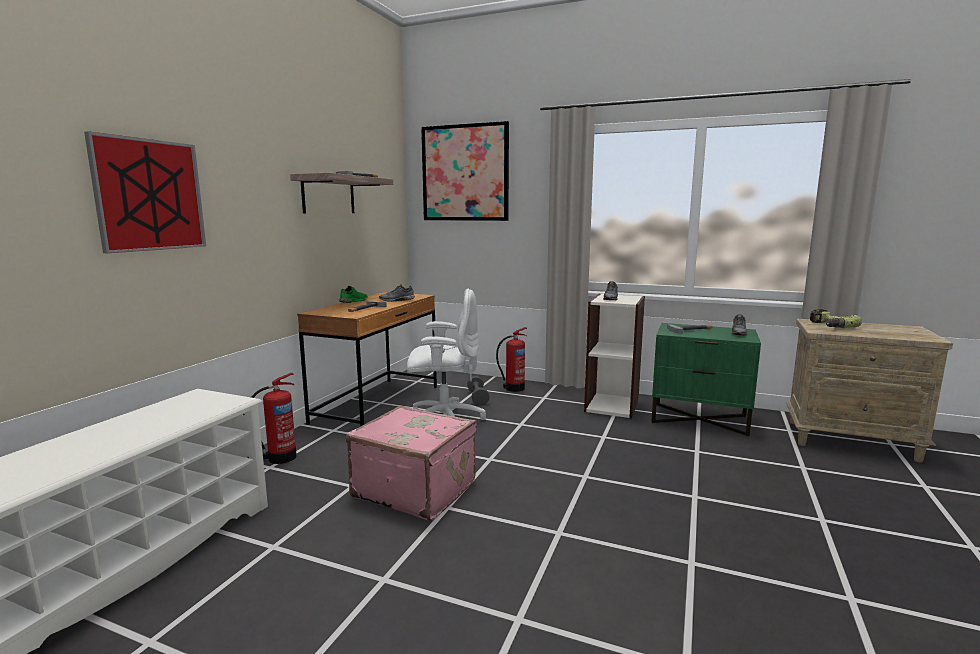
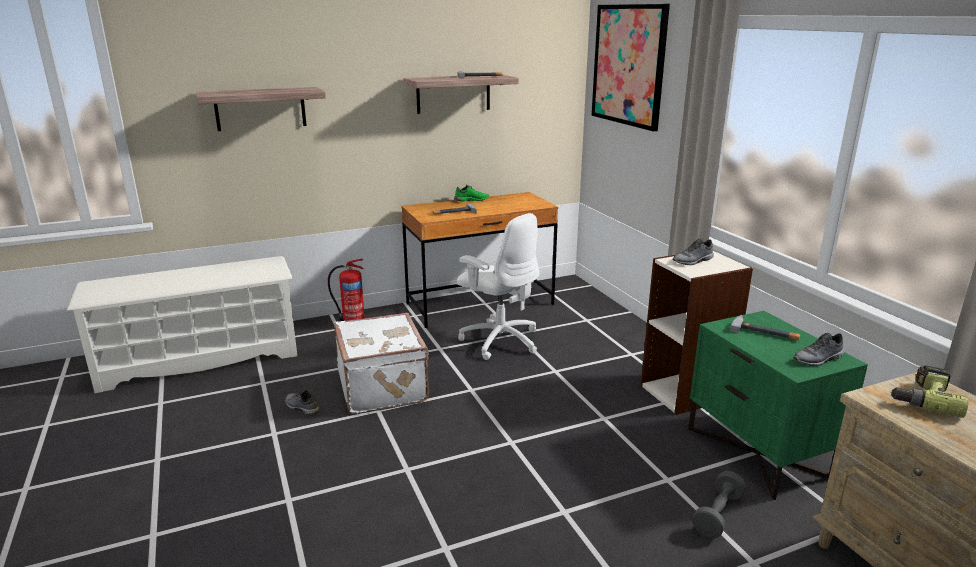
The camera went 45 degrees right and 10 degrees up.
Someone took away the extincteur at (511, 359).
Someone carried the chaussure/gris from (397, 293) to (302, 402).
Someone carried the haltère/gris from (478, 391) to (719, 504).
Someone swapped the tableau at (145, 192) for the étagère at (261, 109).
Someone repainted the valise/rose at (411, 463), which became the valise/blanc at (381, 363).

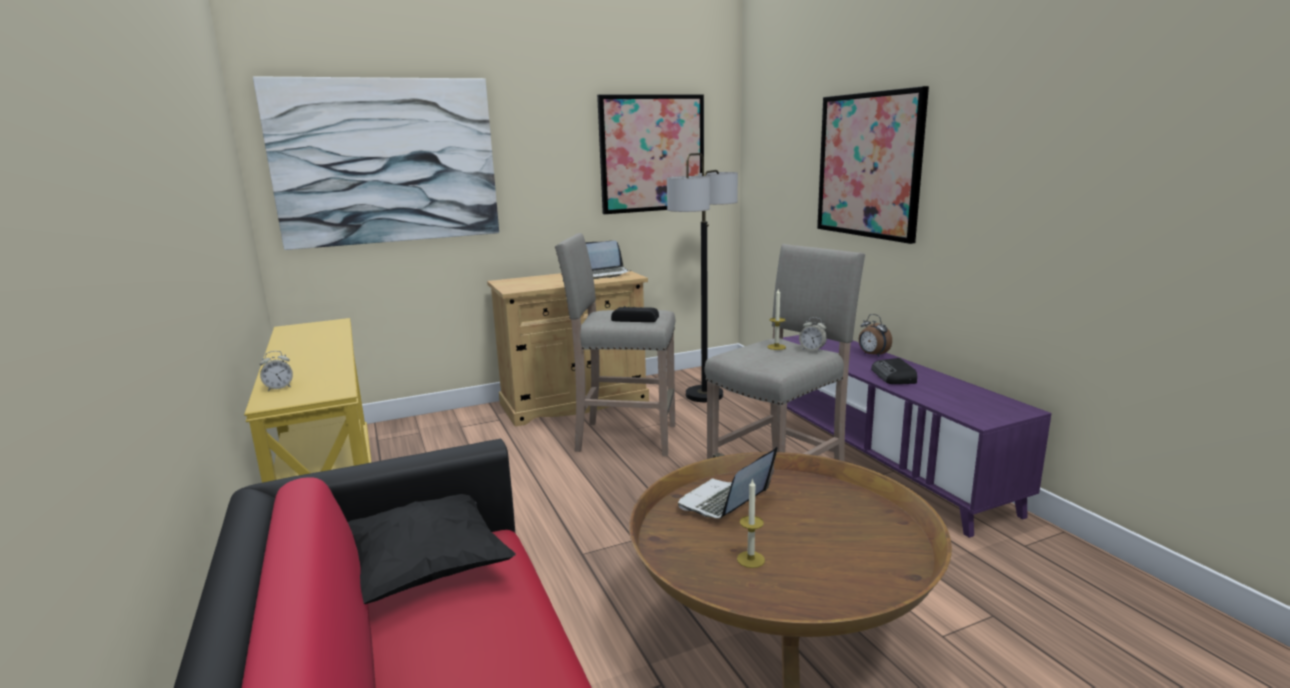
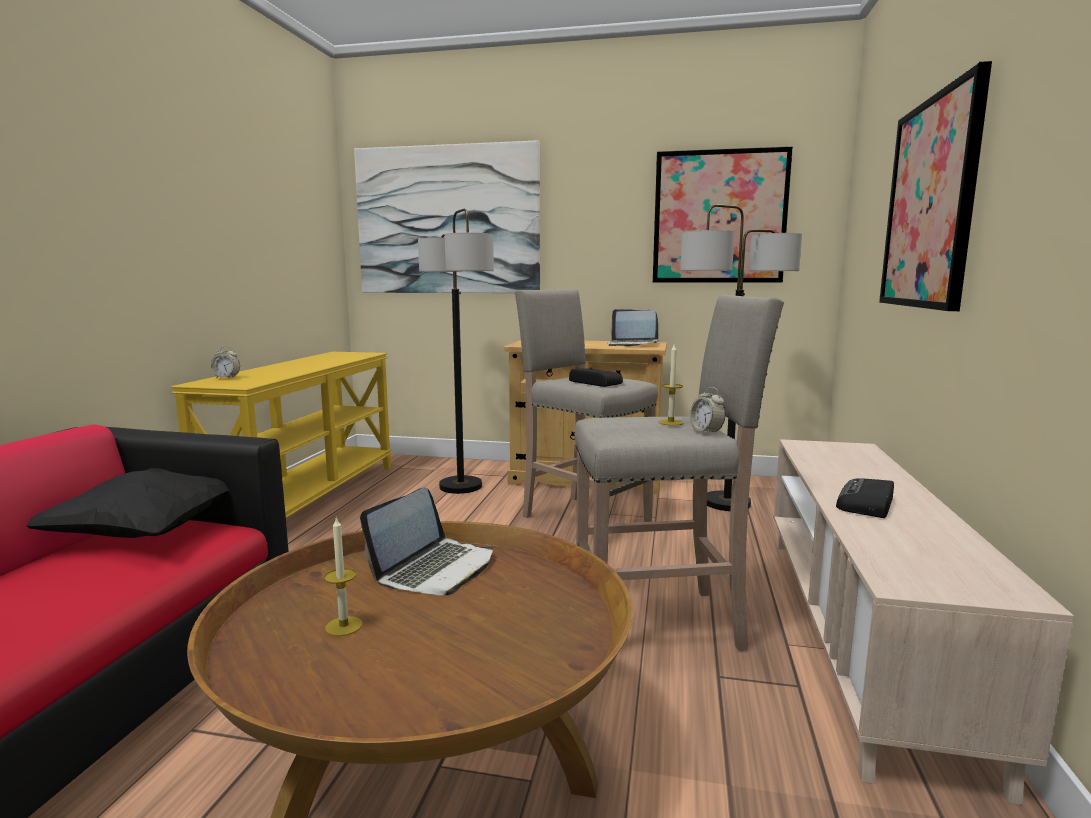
The camera went 35 degrees right and 5 degrees down.
Someone took away the réveil at (875, 335).
Someone put down the lampadaire at (456, 351).
Someone repainted the meuble télé/violet at (917, 436), which became the meuble télé/beige at (924, 622).
Someone rotated the ordinateur portable at (728, 483) by 135 degrees clockwise.

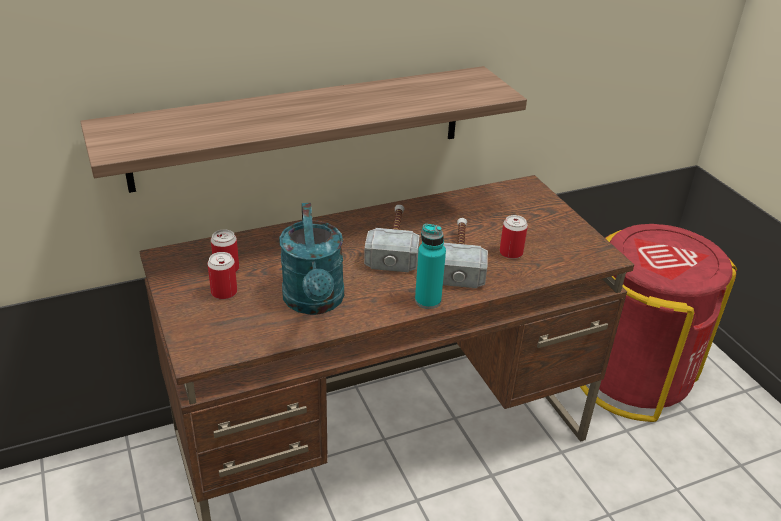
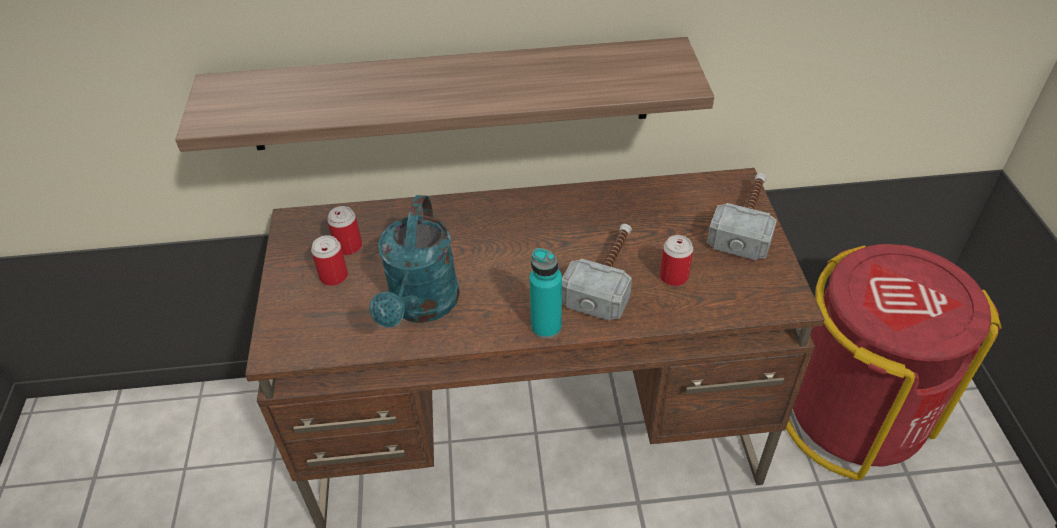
The camera went 20 degrees right and 10 degrees up.
Someone carried the marteau from (392, 238) to (742, 216).

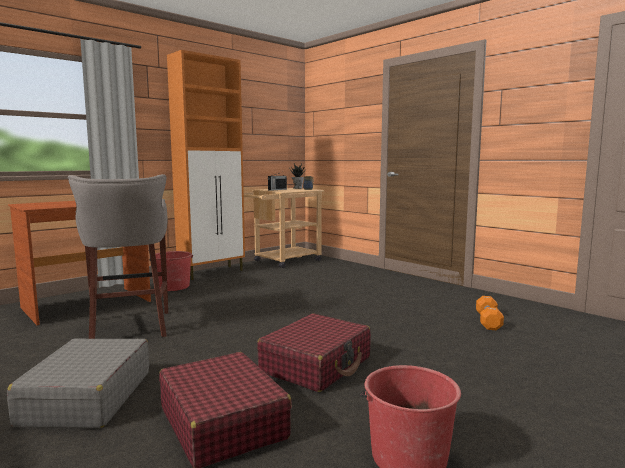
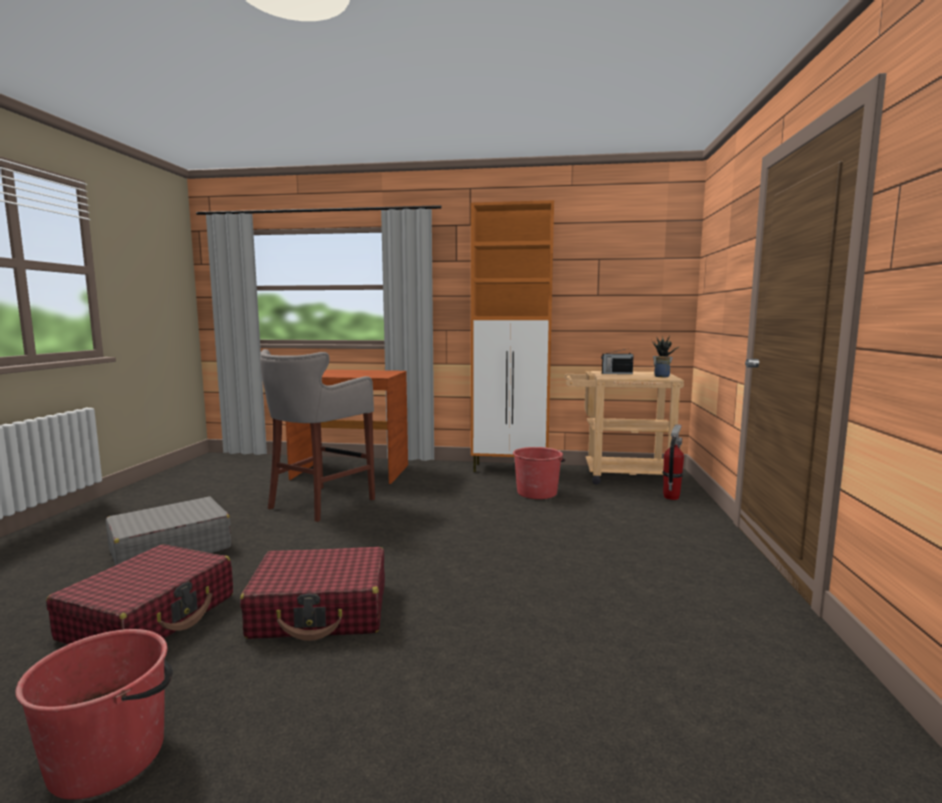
The camera went 50 degrees right and 0 degrees up.
Someone took away the haltère/orange at (490, 313).
Someone put down the extincteur at (673, 462).
Someone carried the seau/rouge from (171, 271) to (539, 473).

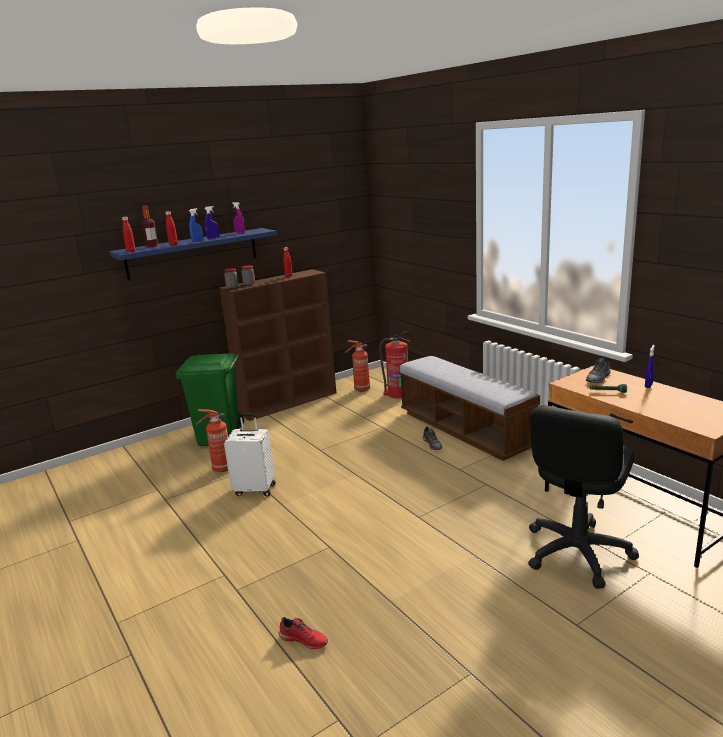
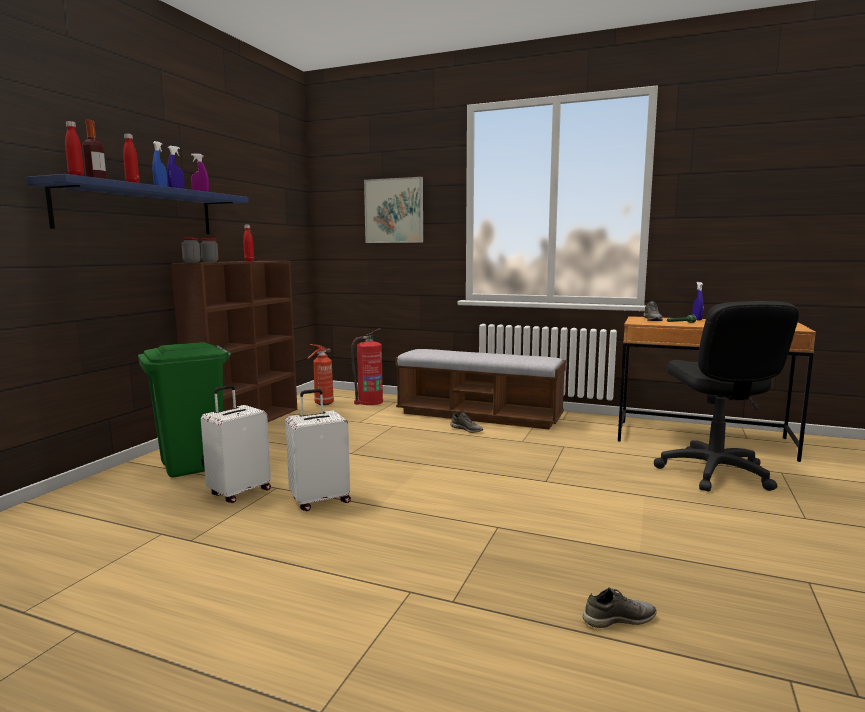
The camera went 35 degrees left and 10 degrees down.
Someone put up the tableau at (393, 210).
Someone swapped the extincteur at (211, 440) for the valise/blanc at (236, 444).
Someone repainted the chaussure/rouge at (303, 633), which became the chaussure/gris at (619, 607).

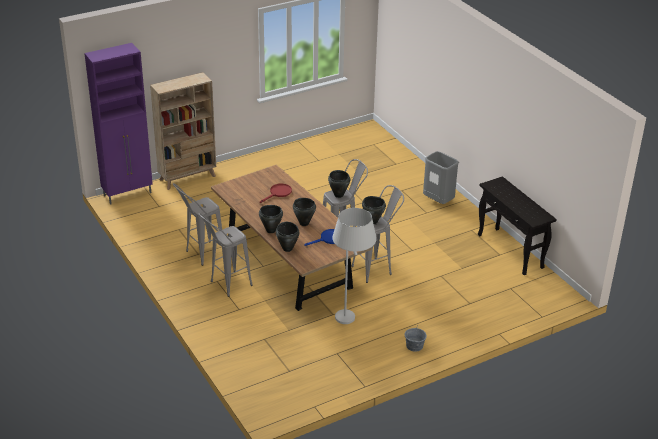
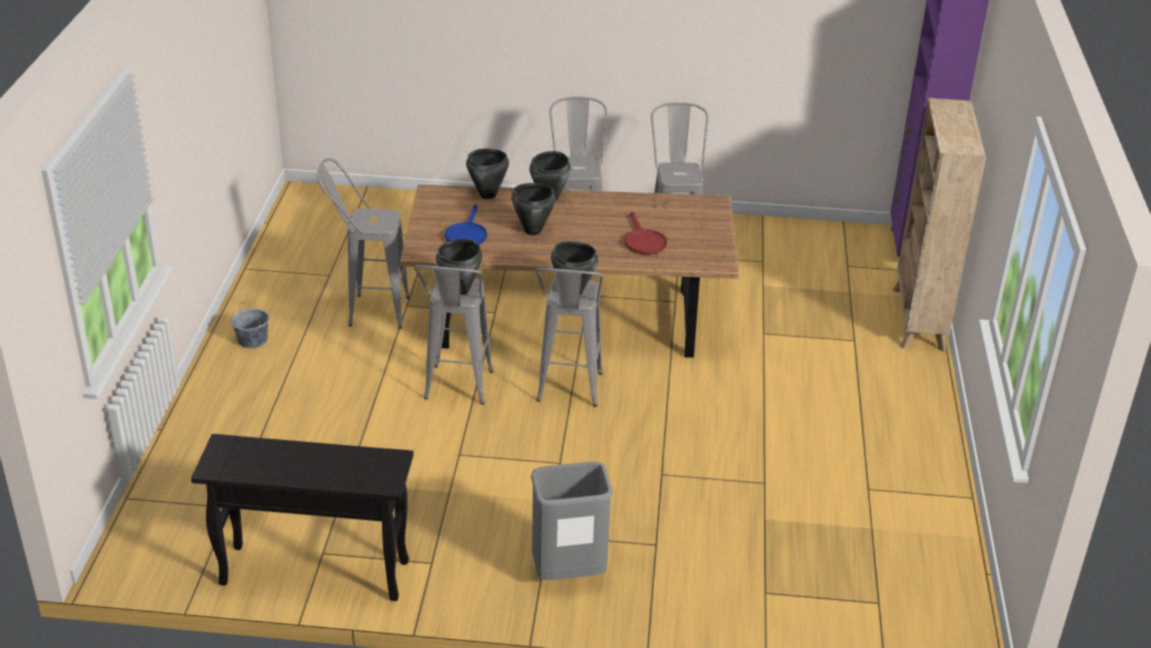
The camera went 125 degrees right and 0 degrees up.
Someone swapped the lampadaire/blanc at (355, 266) for the tabouret/gris at (363, 243).

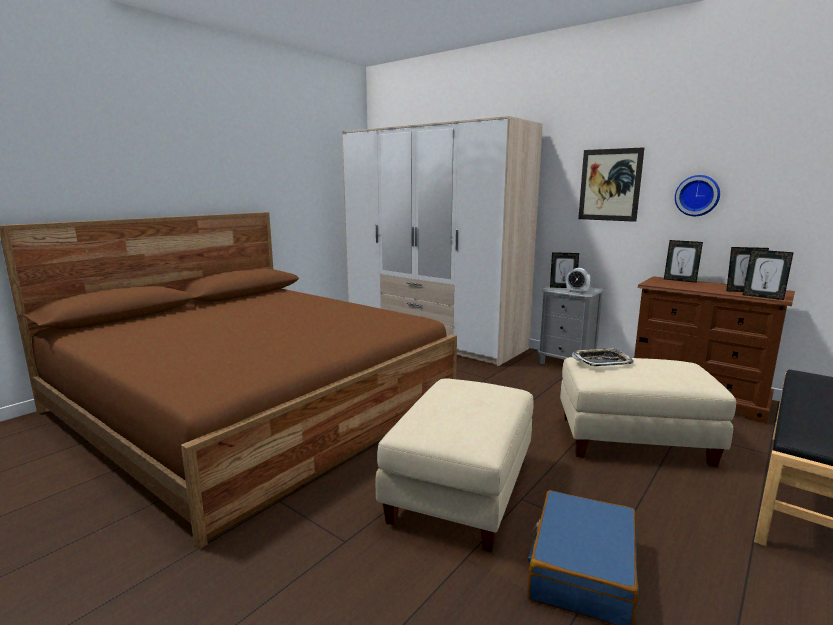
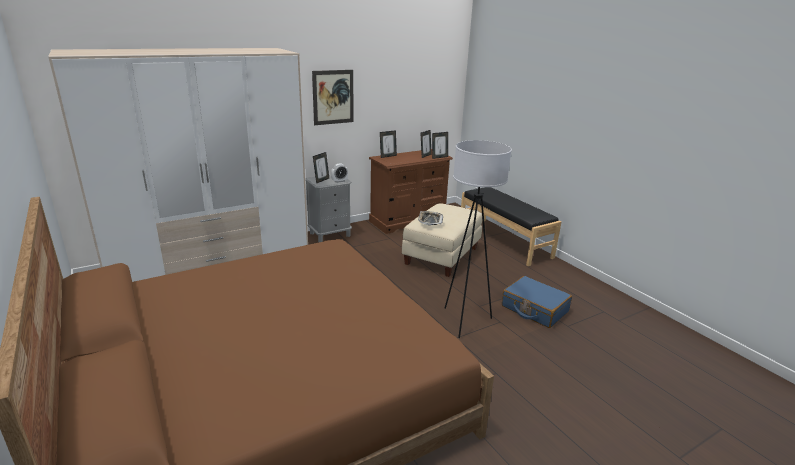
The camera went 70 degrees left and 10 degrees up.
Someone took away the horloge murale at (697, 195).
Someone swapped the pouf/beige at (455, 465) for the lampadaire/blanc at (478, 239).

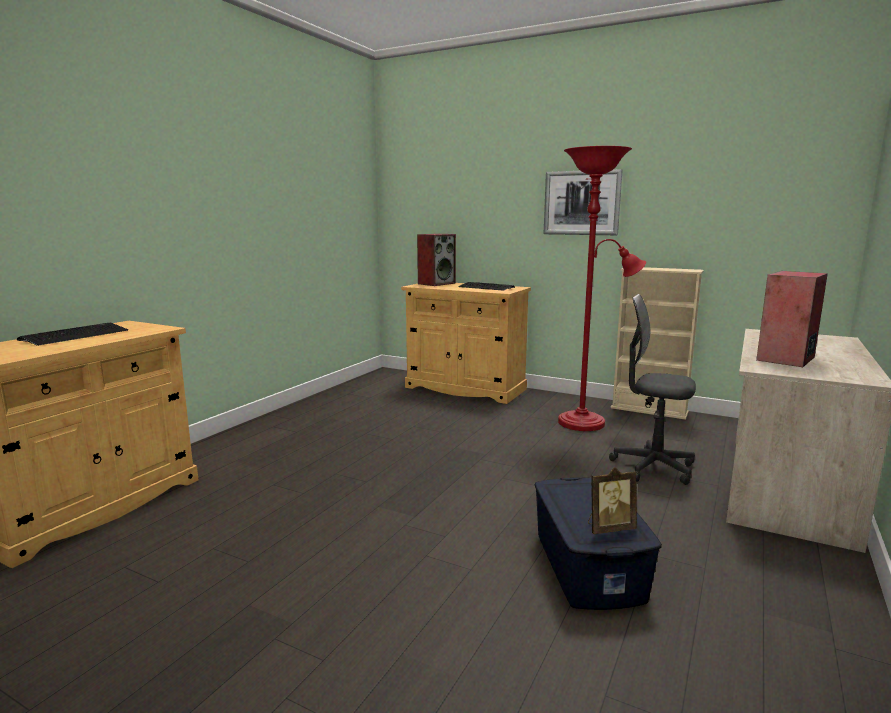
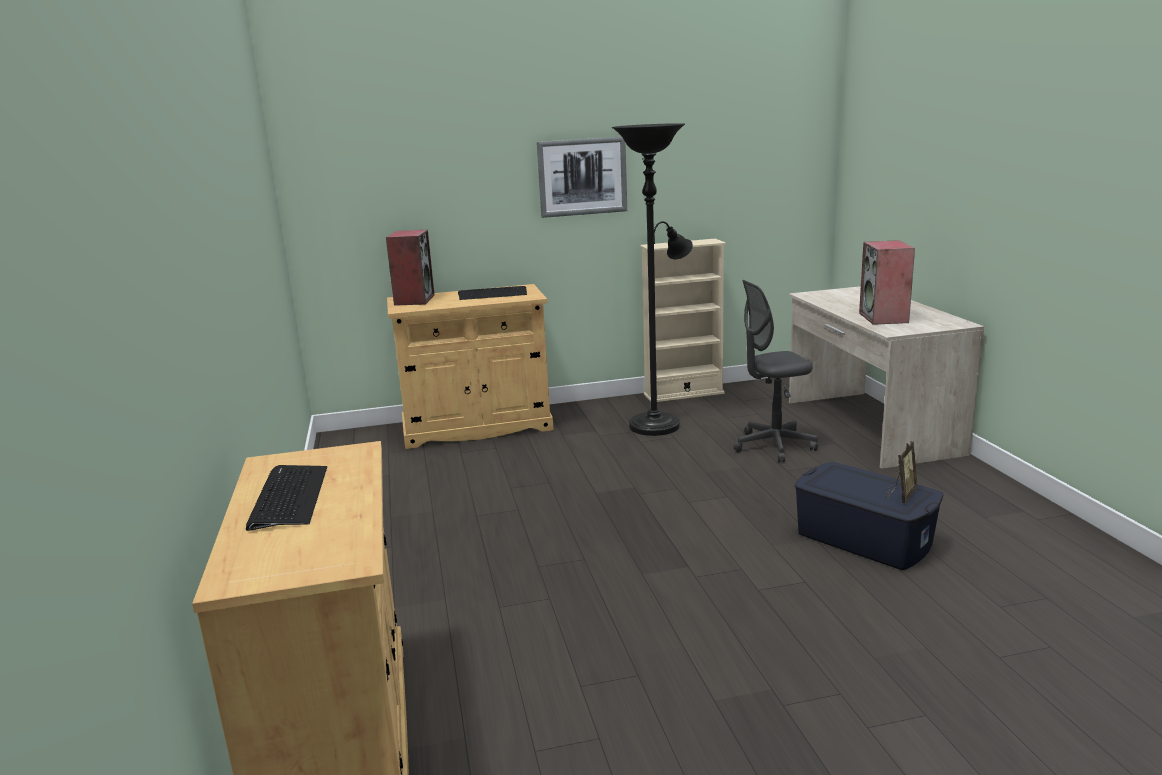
The camera went 40 degrees left and 5 degrees up.
Someone repainted the lampadaire/rouge at (602, 288), which became the lampadaire/noir at (652, 279).

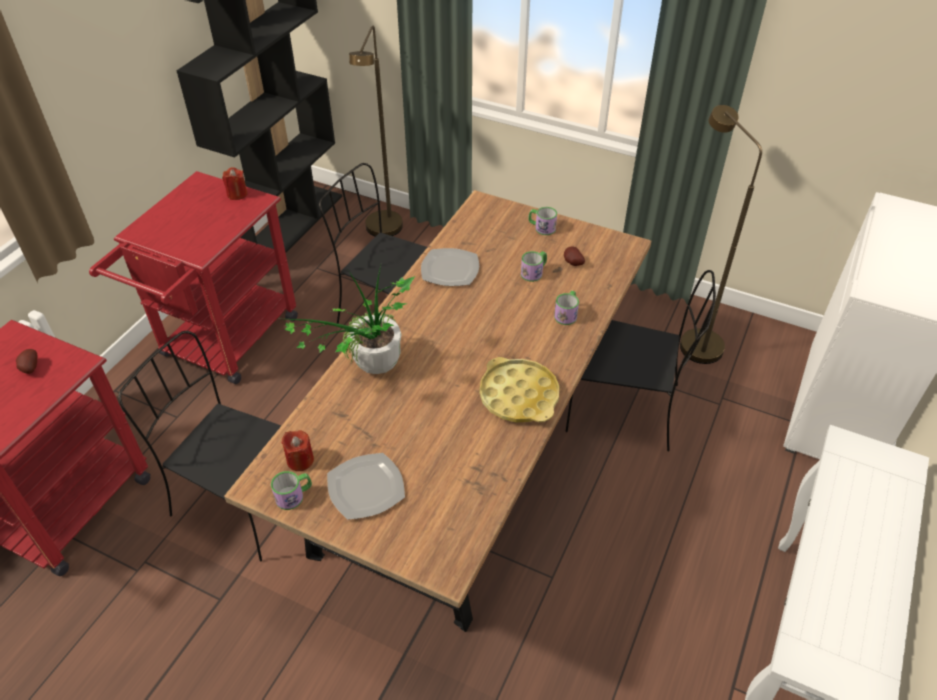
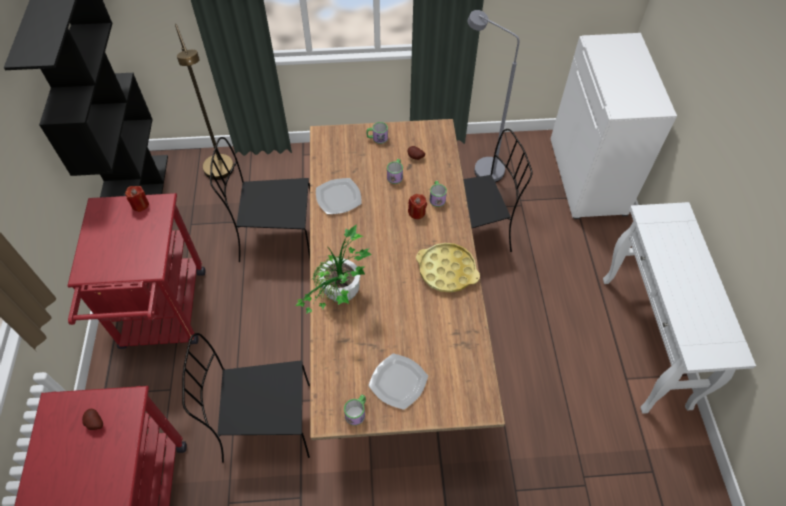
The camera went 30 degrees left and 10 degrees up.
Someone carried the bougie/rouge from (298, 450) to (417, 206).
Someone repainted the lampadaire/marron at (721, 234), which became the lampadaire/gris at (494, 96).

